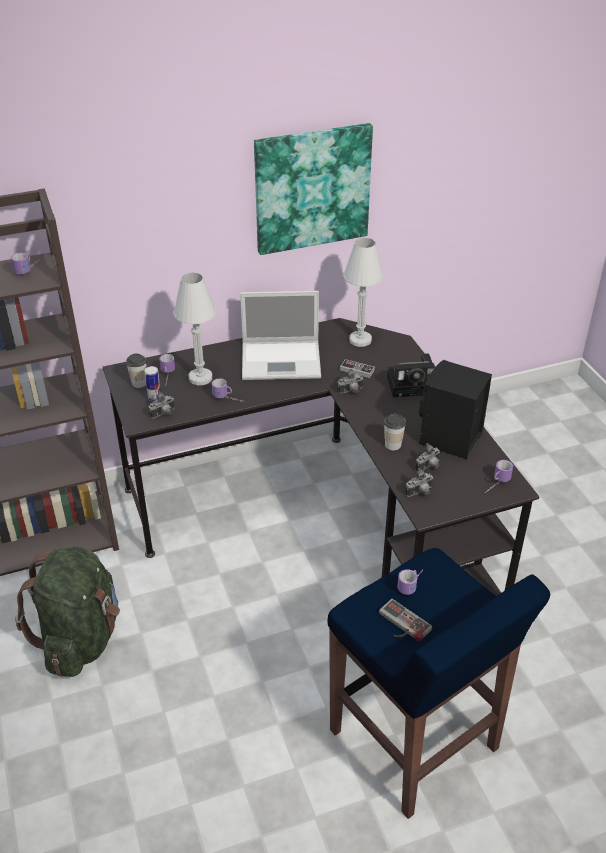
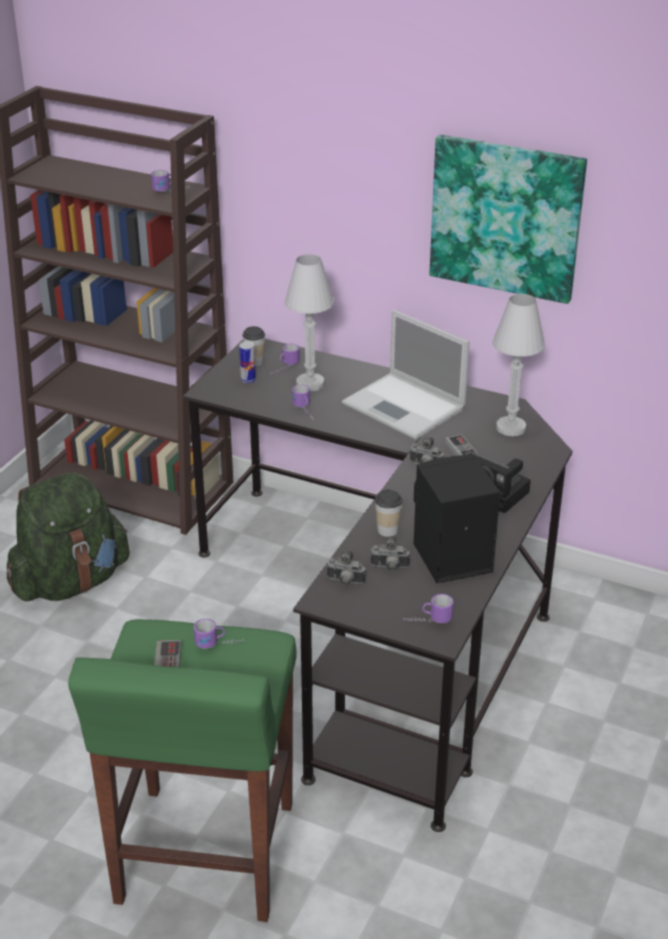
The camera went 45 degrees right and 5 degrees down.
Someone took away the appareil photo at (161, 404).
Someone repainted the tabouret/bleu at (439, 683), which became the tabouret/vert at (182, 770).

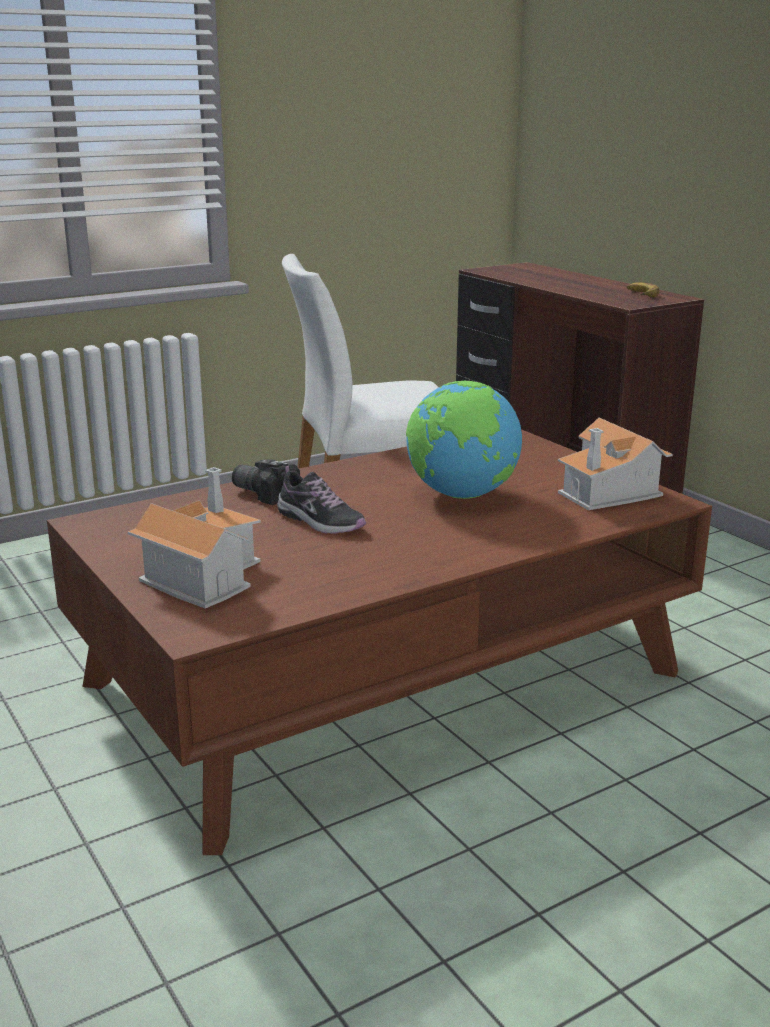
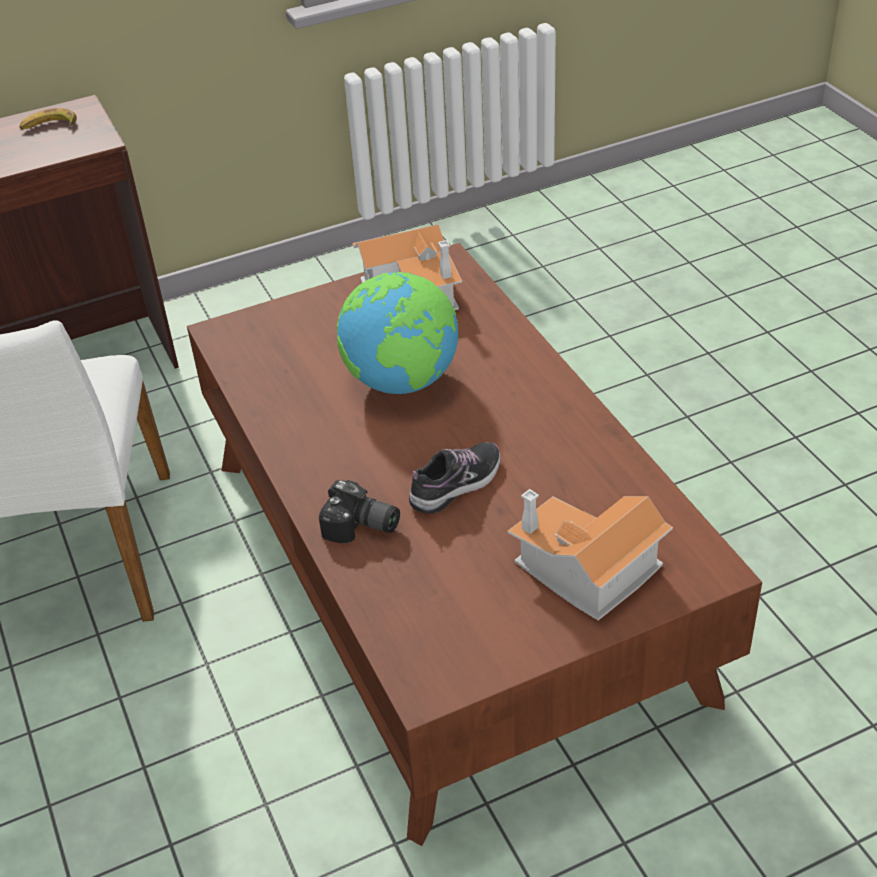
The camera went 80 degrees left and 20 degrees up.
Someone rotated the appareil photo at (266, 482) by 105 degrees counterclockwise.

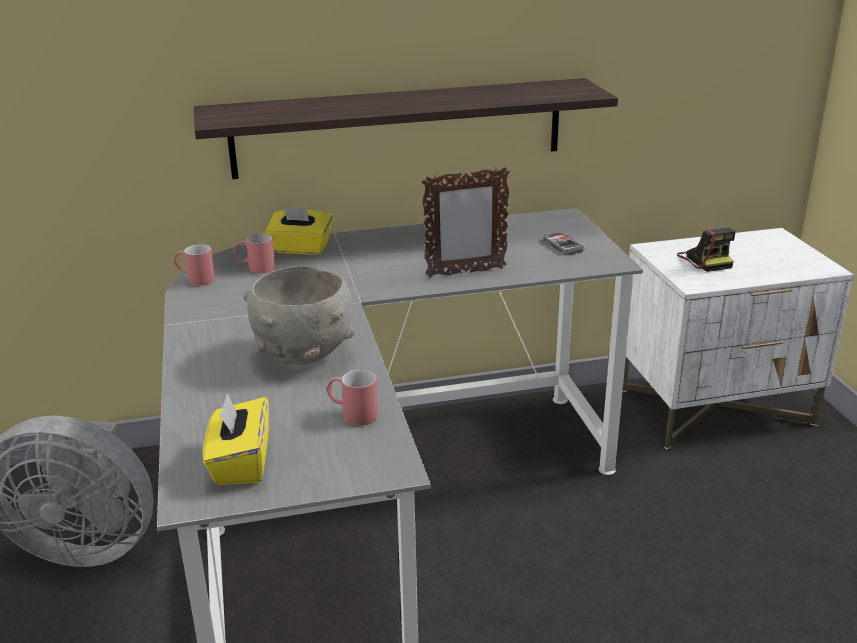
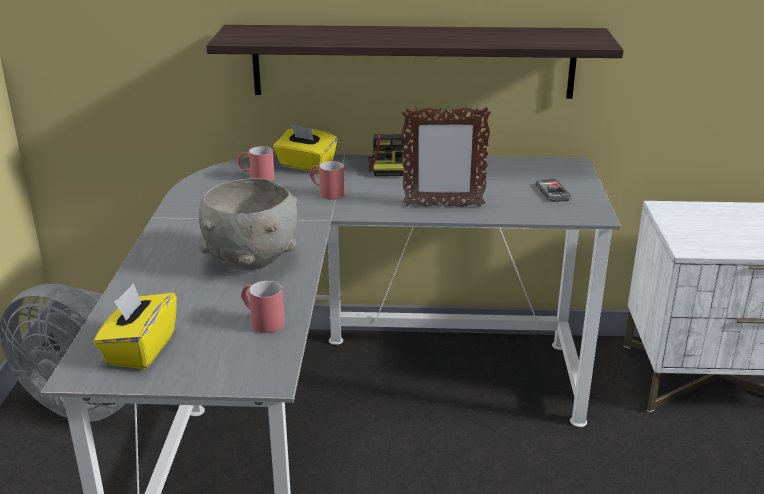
The camera went 15 degrees right and 0 degrees up.
Someone carried the mug/rouge from (194, 265) to (327, 180).
Someone carried the appareil photo from (706, 250) to (388, 154).

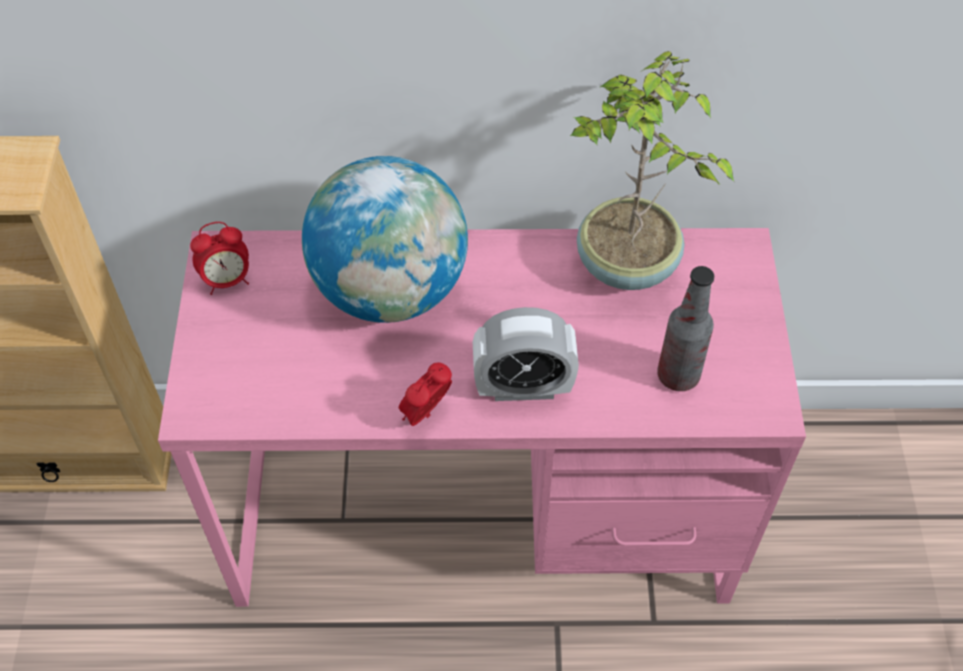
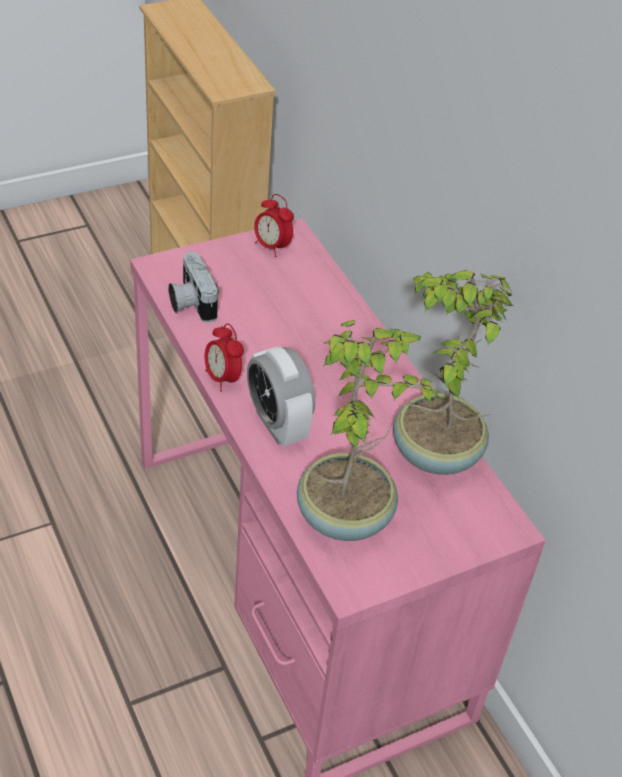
The camera went 60 degrees right and 10 degrees down.
Someone took away the globe at (385, 239).
Someone put down the appareil photo at (193, 287).
Someone swapped the bouteille at (685, 328) for the plante en pot at (368, 430).
Someone rotated the réveil at (425, 394) by 135 degrees counterclockwise.

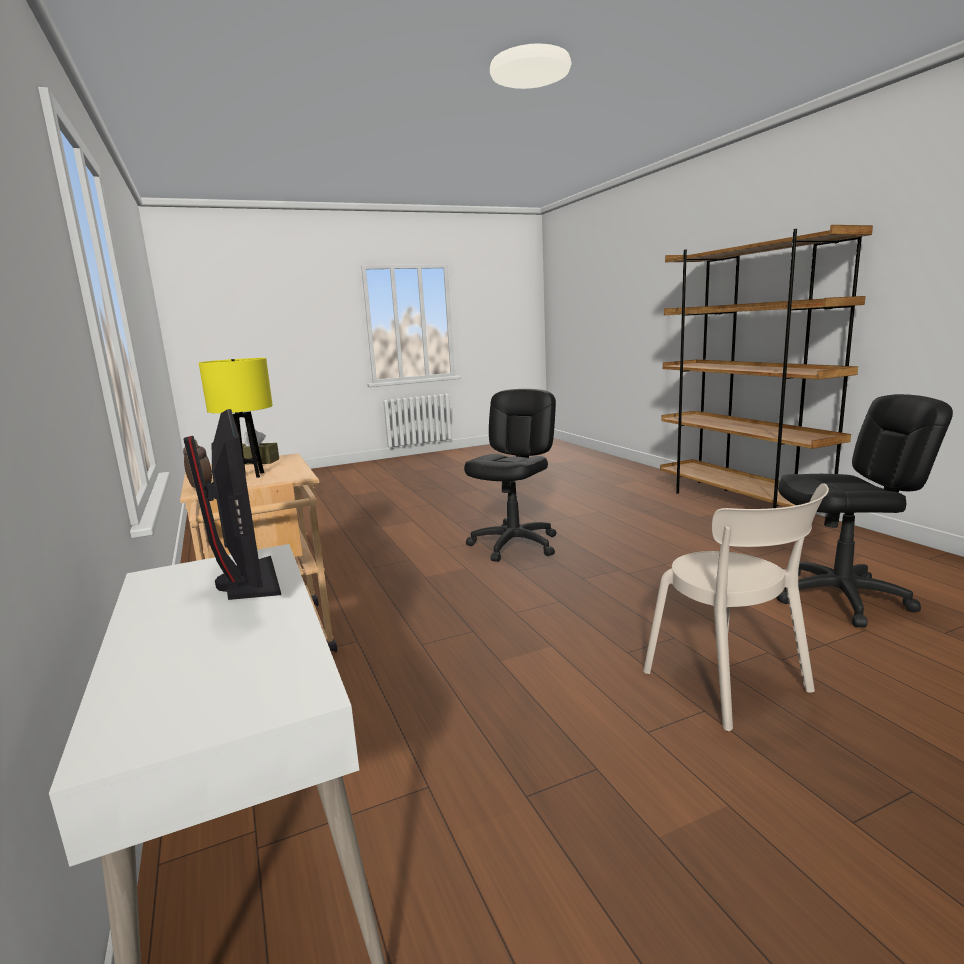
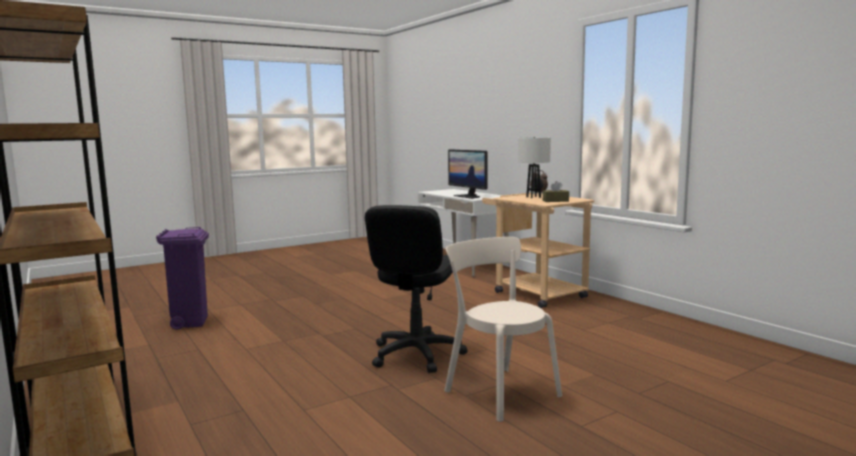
The camera went 170 degrees right and 5 degrees down.
Someone carried the chaise/beige from (736, 607) to (503, 329).
Someone swapped the chaise de bureau/noir at (864, 511) for the poubelle/violet at (182, 278).
Someone repainted the lampe de table/jaune at (236, 418), which became the lampe de table/blanc at (534, 167).

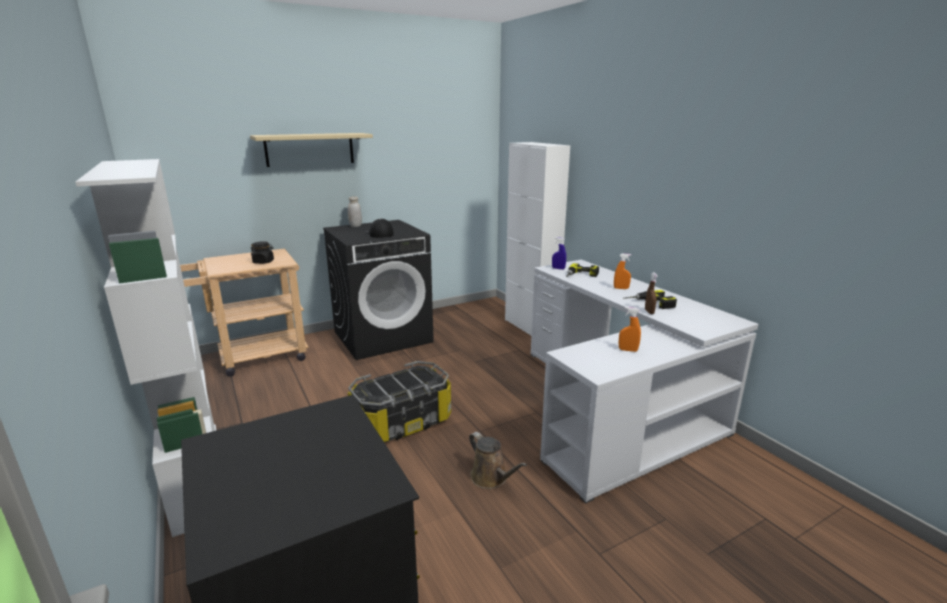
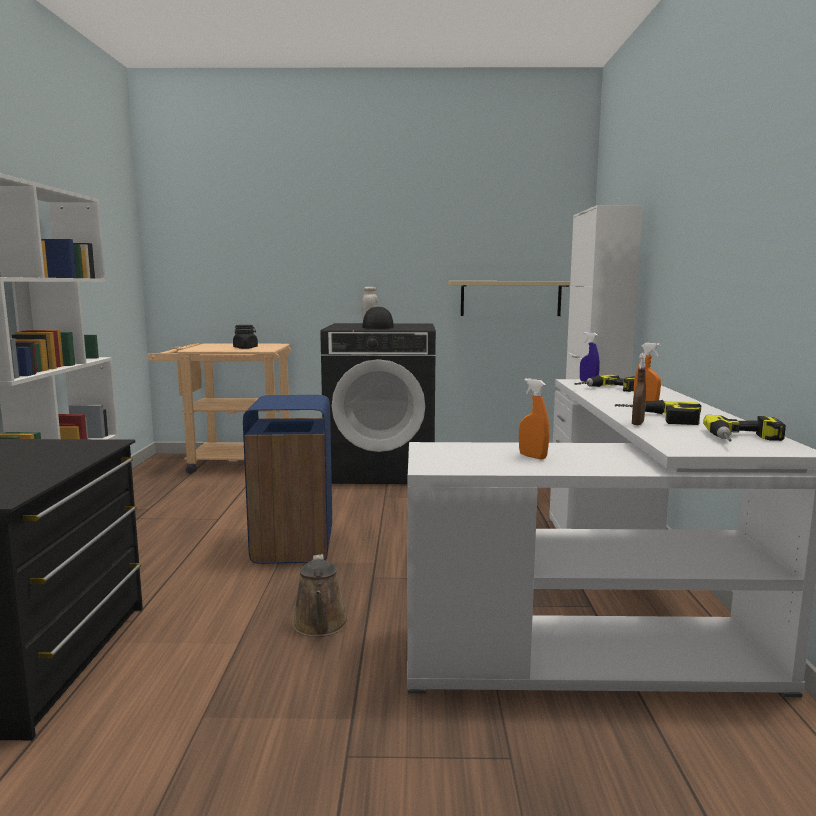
The camera went 30 degrees right and 10 degrees down.
Someone put down the perceuse at (744, 428).
Someone carried the étagère/beige from (311, 150) to (509, 298).
Someone swapped the boîte de rangement at (399, 402) for the poubelle/bleu at (287, 479).

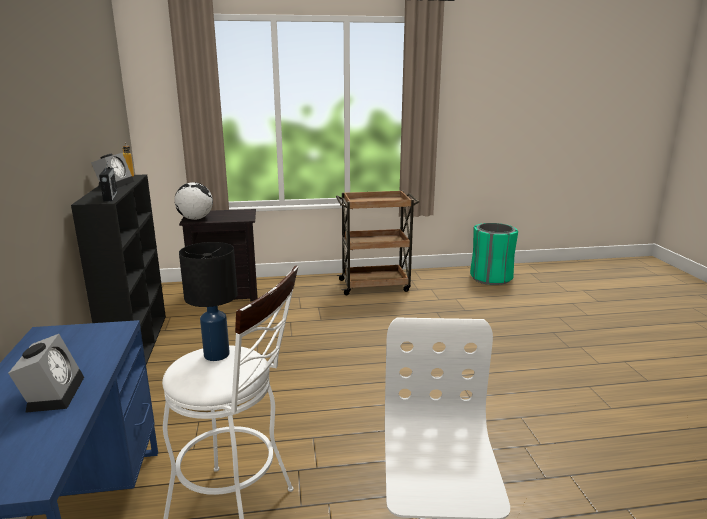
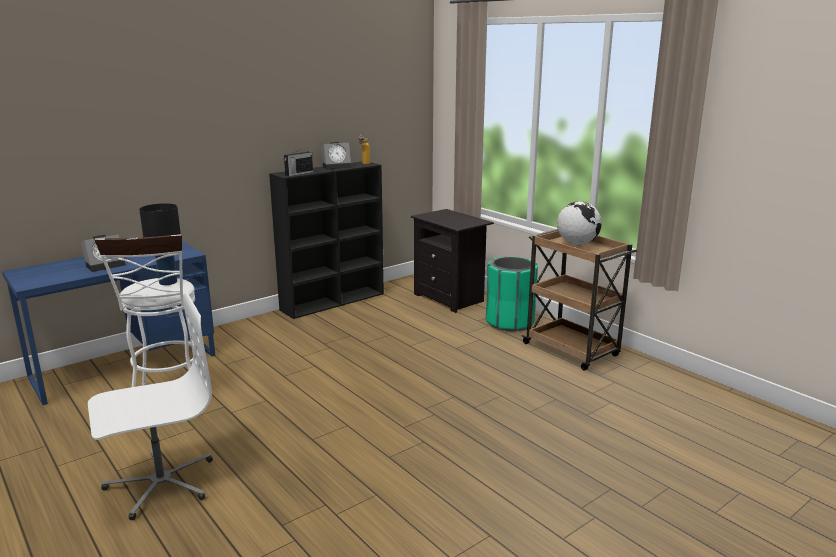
The camera went 60 degrees right and 0 degrees up.
Someone carried the globe from (193, 201) to (579, 223).
Someone carried the poubelle/vert from (494, 254) to (512, 294).

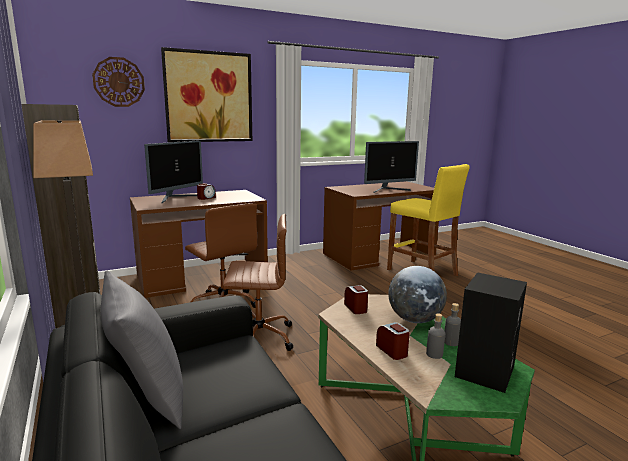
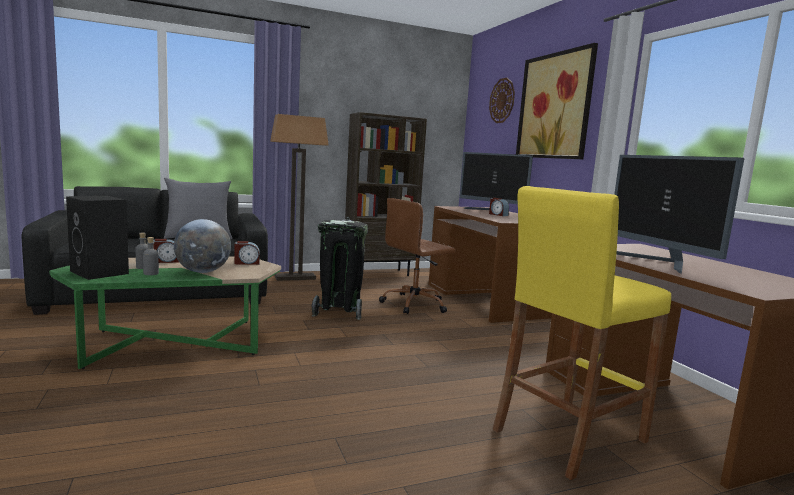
The camera went 95 degrees right and 5 degrees down.
Someone swapped the chaise de bureau/marron at (258, 282) for the poubelle/noir at (339, 268).

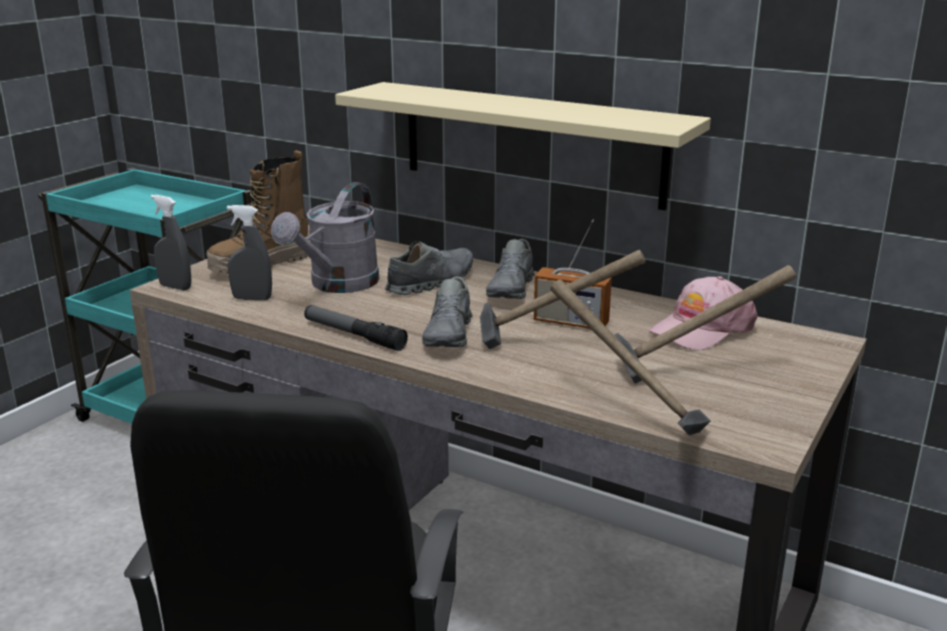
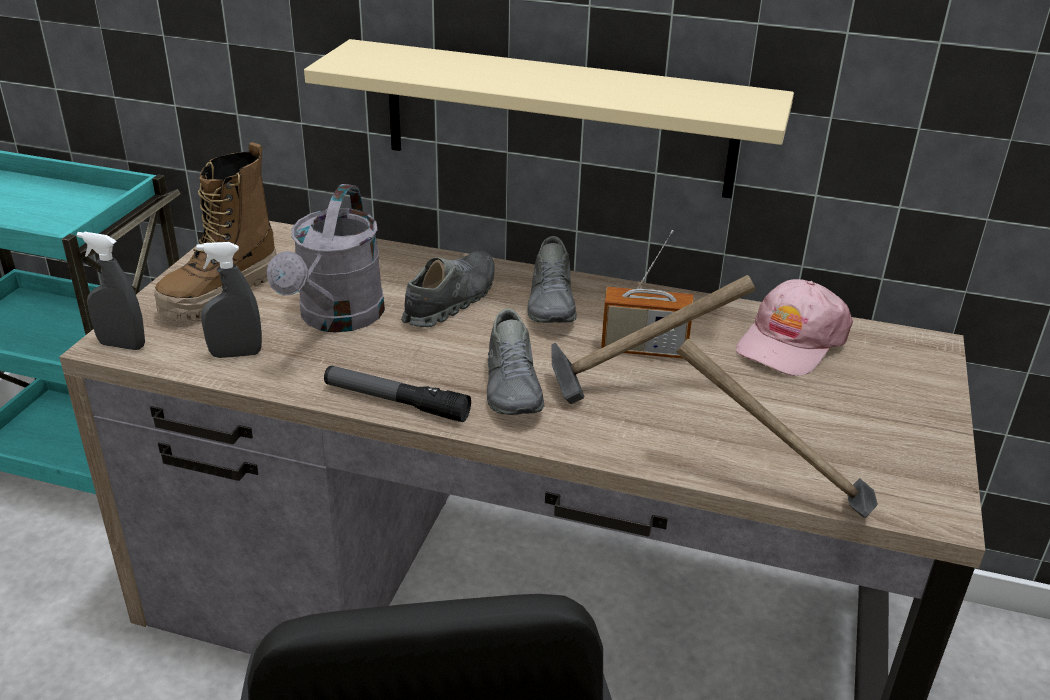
The camera went 15 degrees left and 10 degrees up.
Someone took away the marteau at (706, 324).

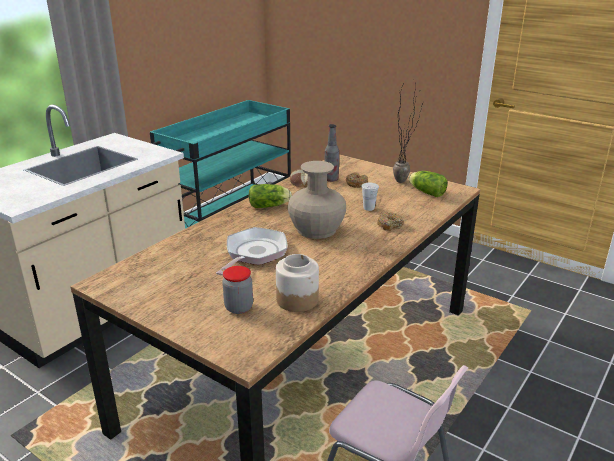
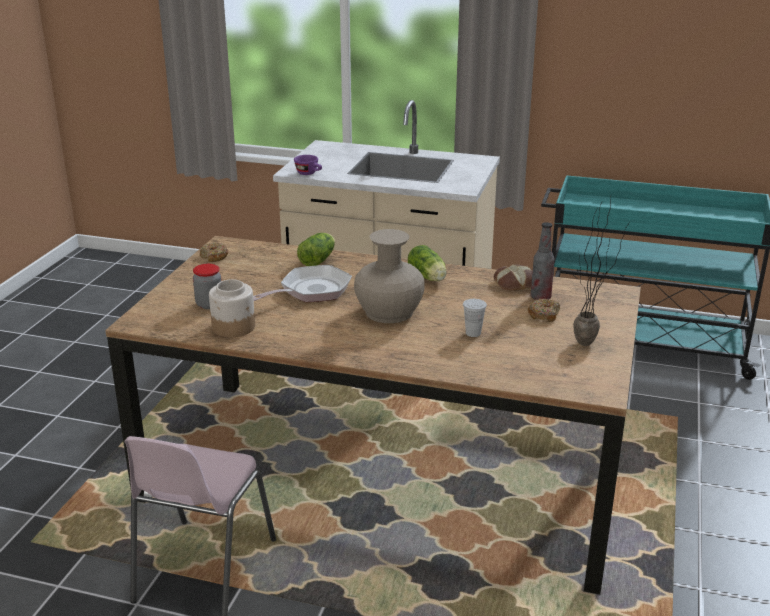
The camera went 70 degrees right and 0 degrees up.
Someone put down the tasse/violet at (308, 165).
Someone carried the beignet from (390, 221) to (214, 252).
Someone carried the laitue from (428, 184) to (316, 249).
Someone rotated the poêle at (252, 251) by 45 degrees counterclockwise.

